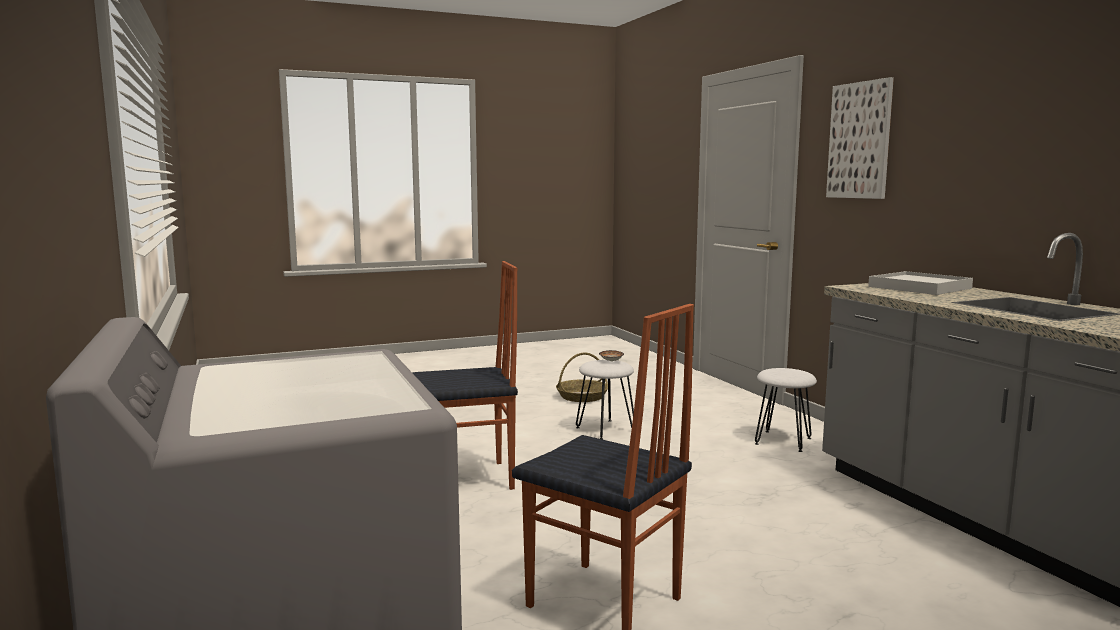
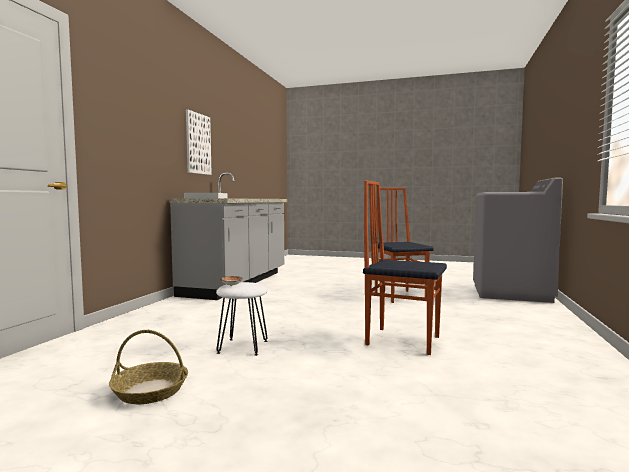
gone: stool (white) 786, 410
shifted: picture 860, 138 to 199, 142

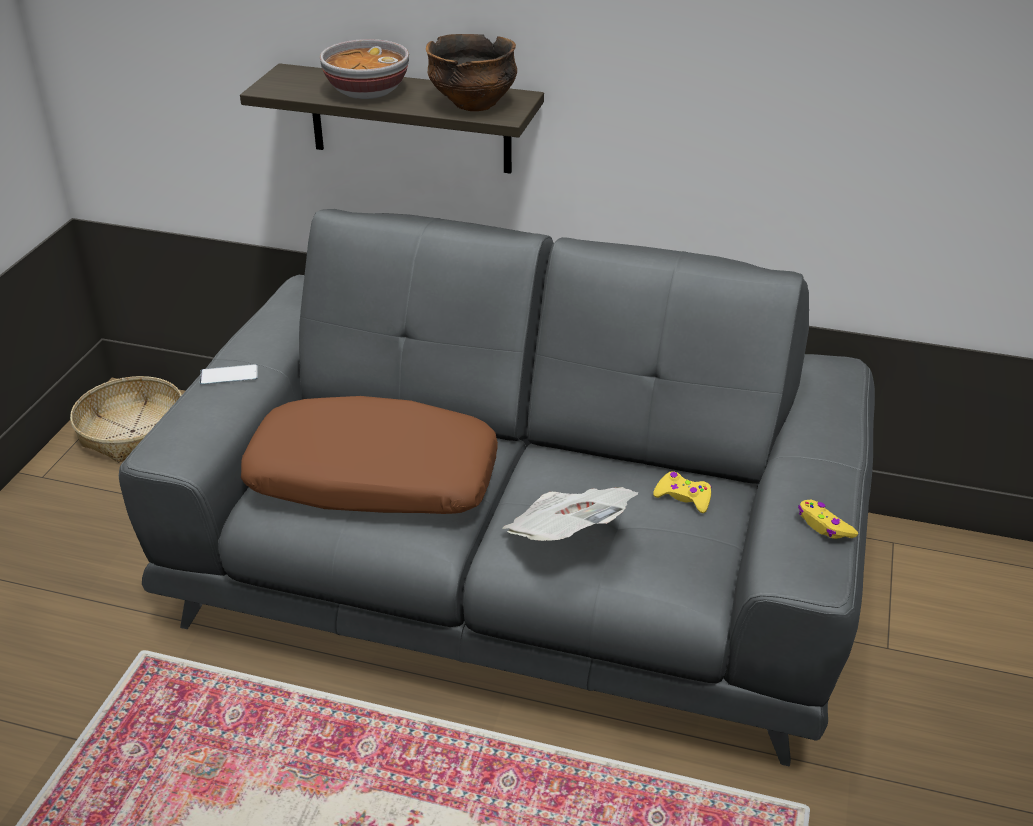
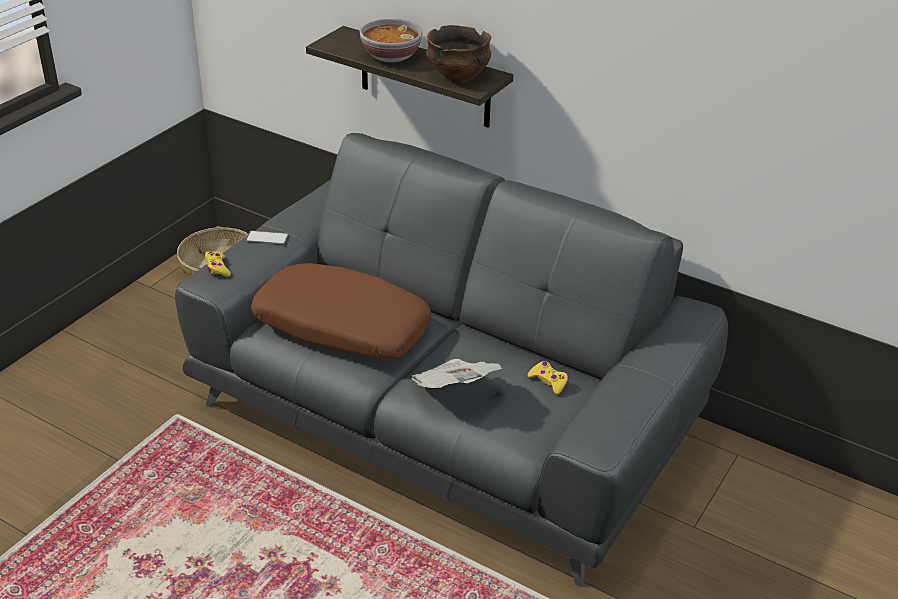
shifted: game controller (yellow) 828, 519 to 217, 264

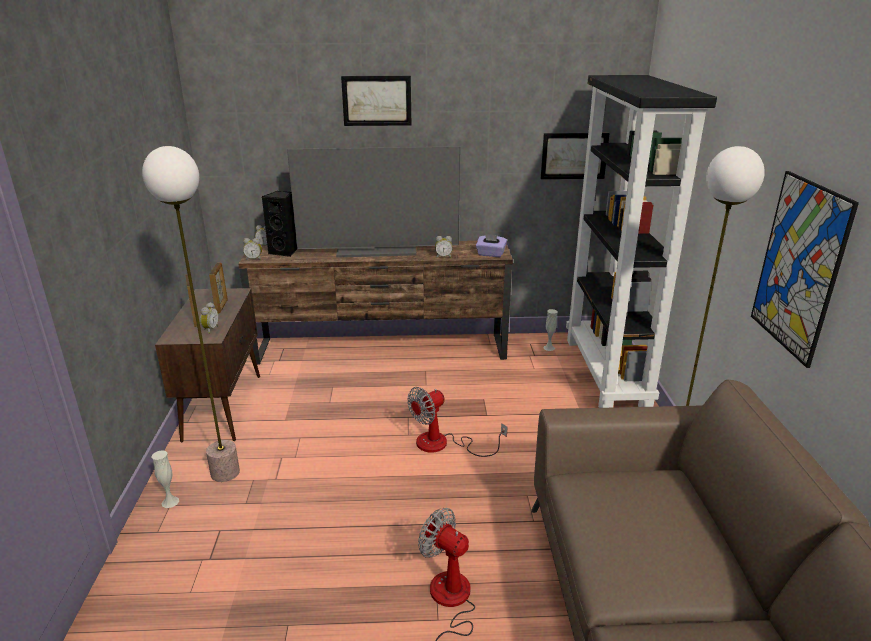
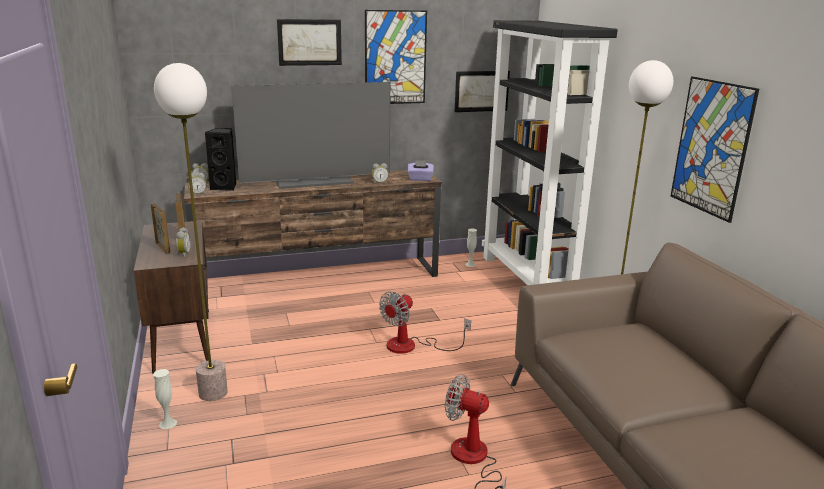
new: picture 396, 57

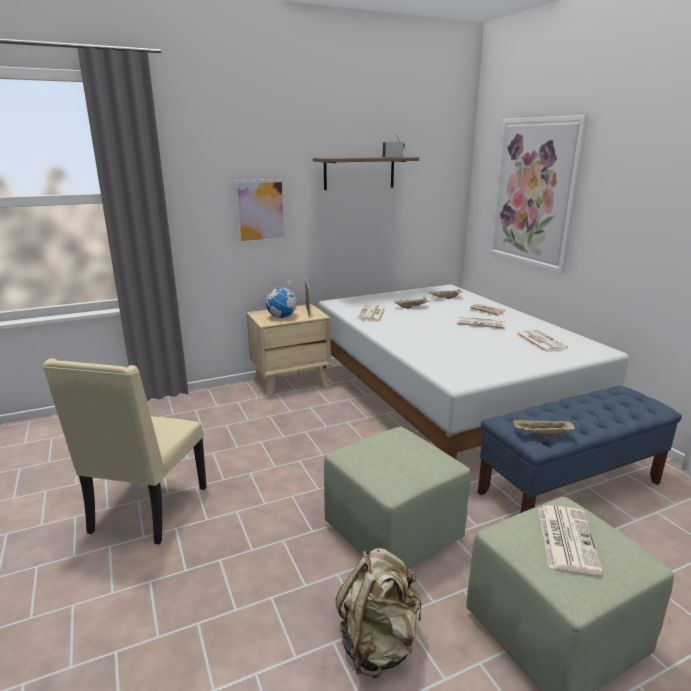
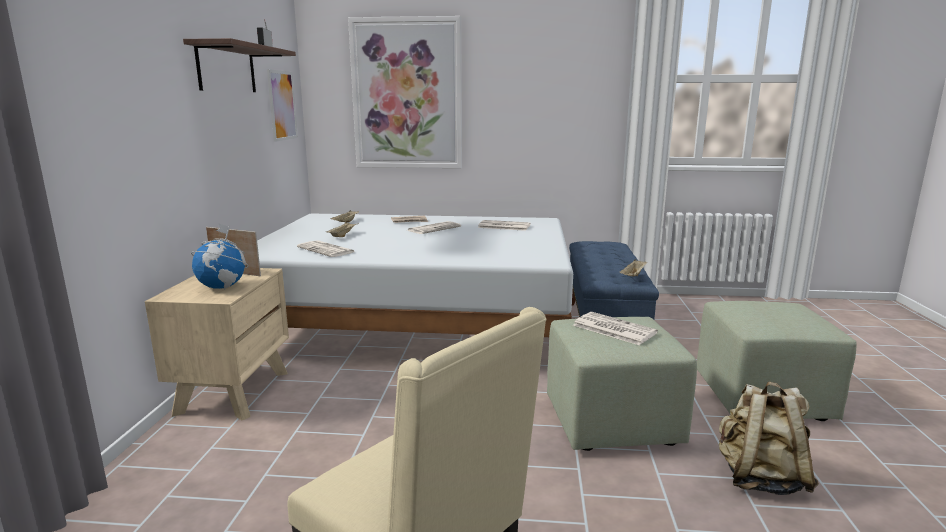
shifted: picture 260, 211 to 282, 105; newspaper 570, 540 to 615, 328

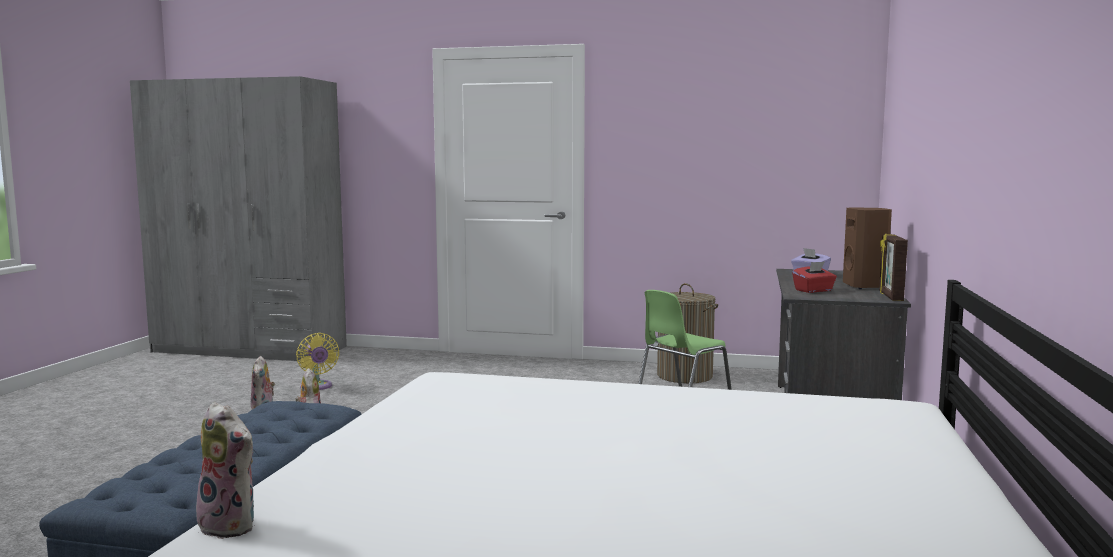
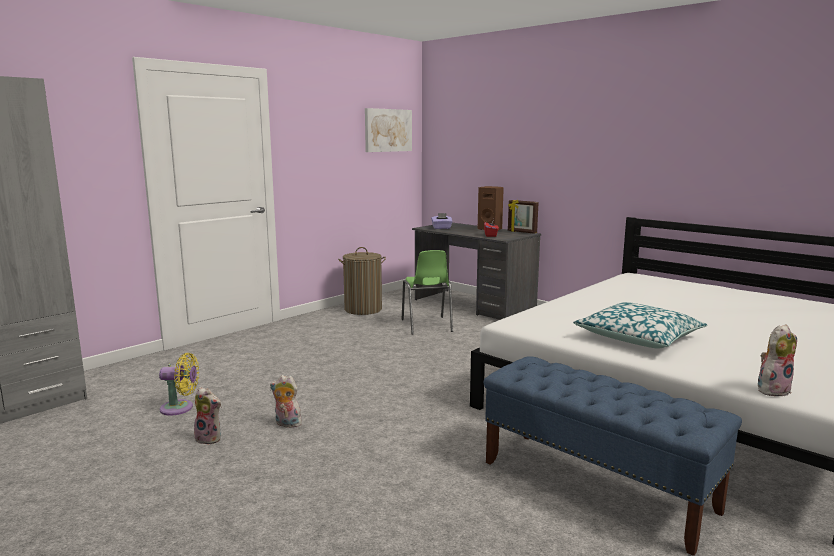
new: picture 388, 130; pillow 640, 325

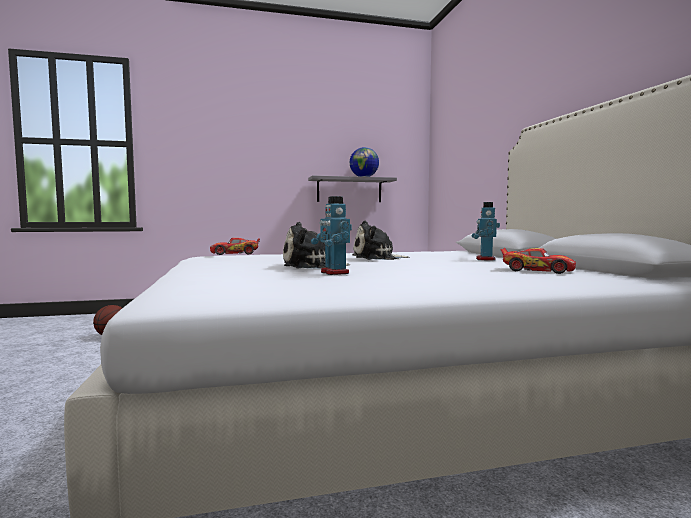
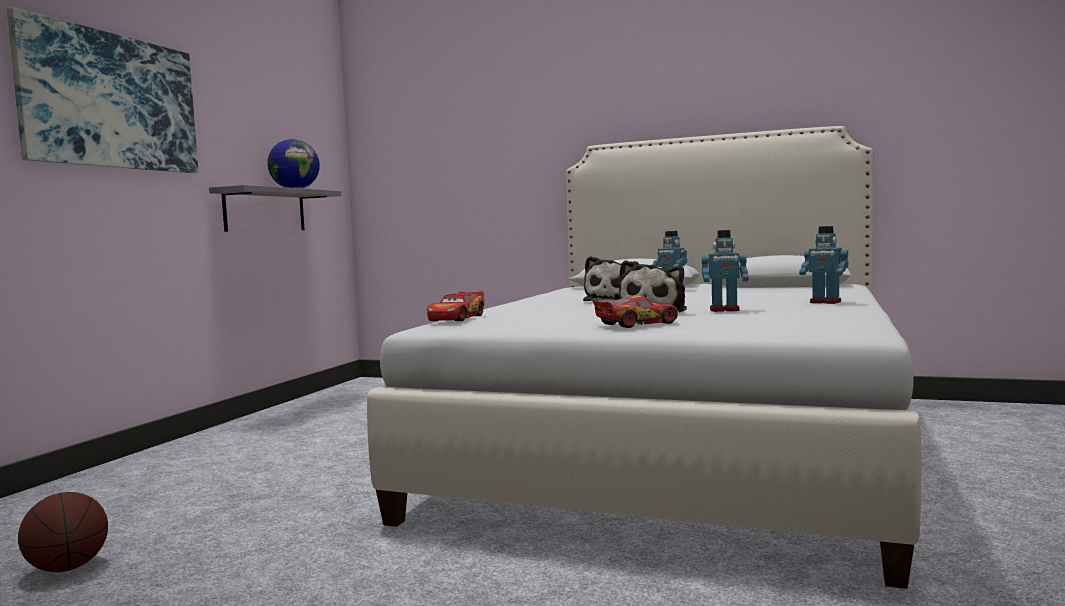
new: picture 102, 90; toy robot 823, 265
shifted: toy car 538, 261 to 635, 312

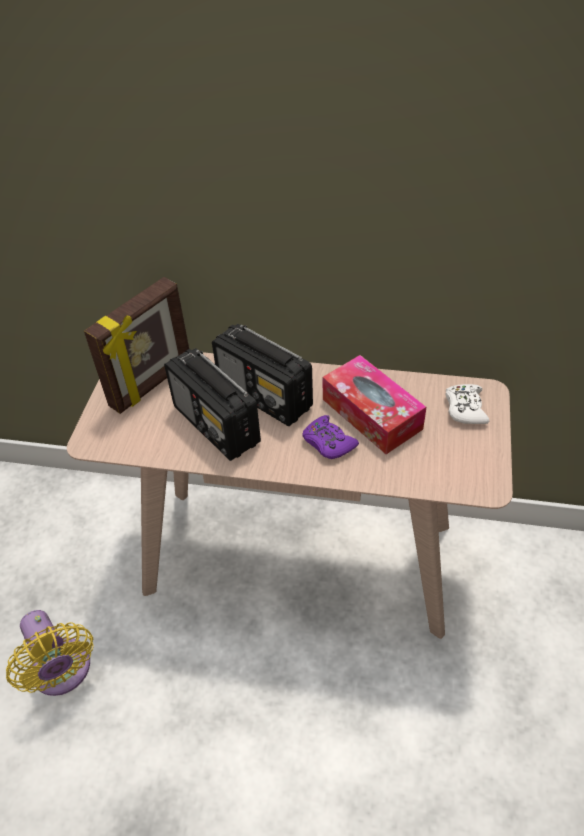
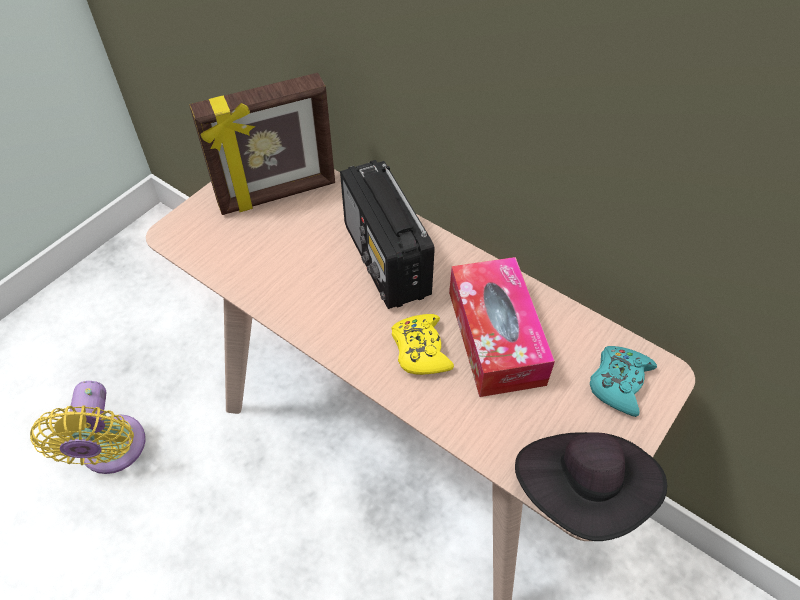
gone: radio 212, 404
new: hat (black) 591, 486
repainted: game controller (purple) 330, 437 to game controller (yellow) 422, 344; game controller (white) 467, 404 to game controller (turquoise) 623, 381

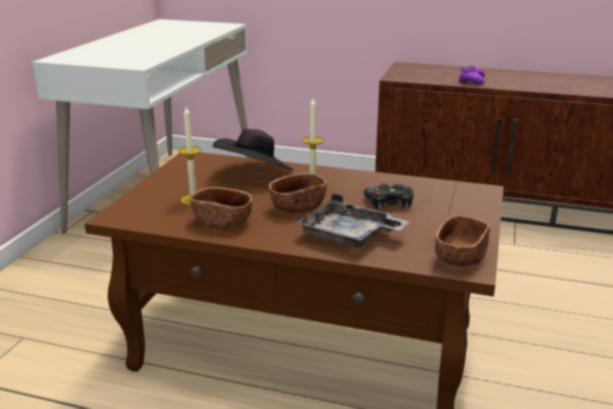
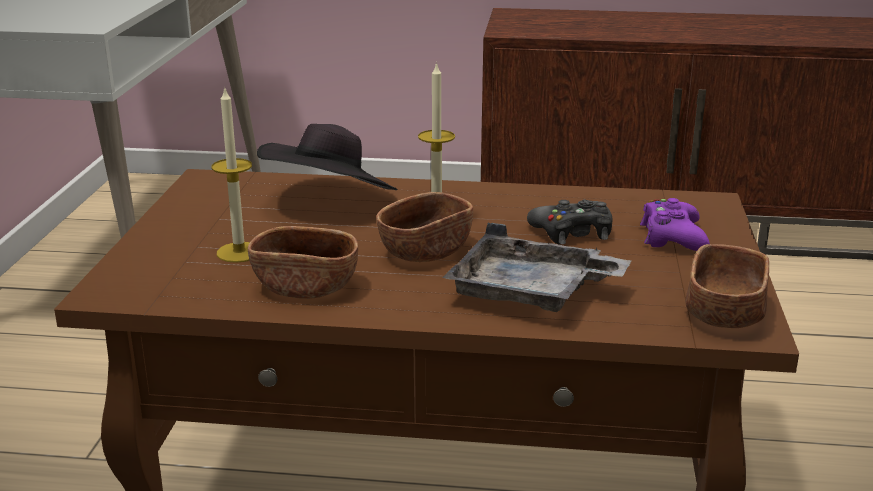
shifted: game controller (purple) 472, 75 to 675, 224

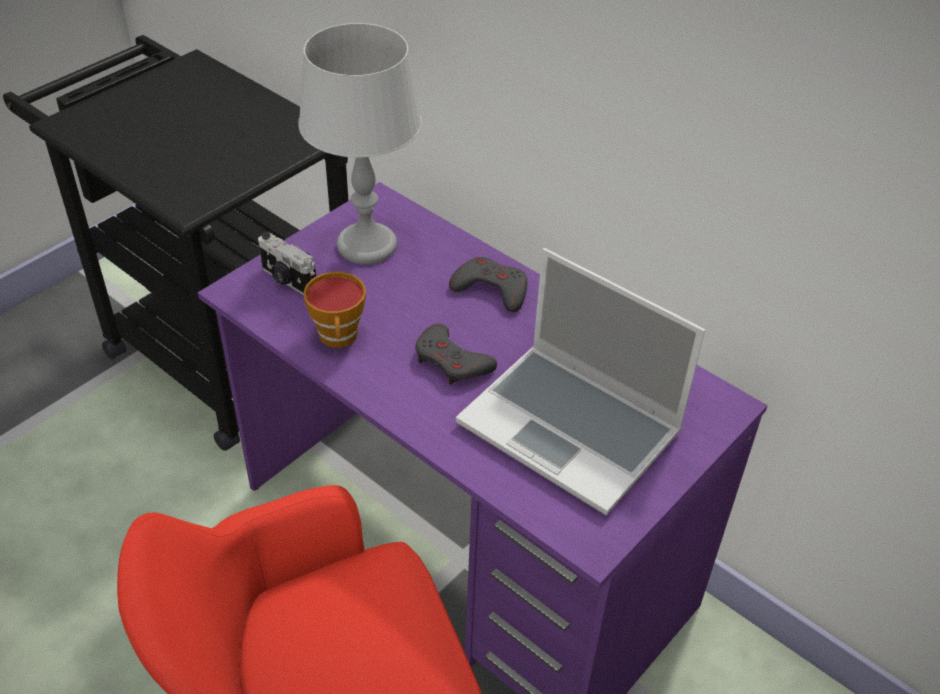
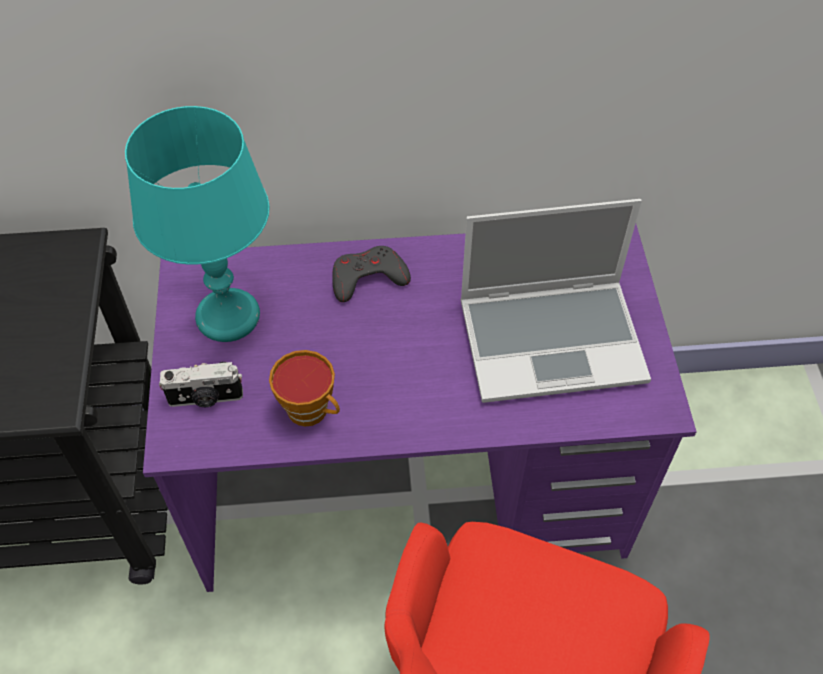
gone: game controller (grey) 456, 354
repainted: table lamp (grey) 360, 144 to table lamp (turquoise) 197, 224

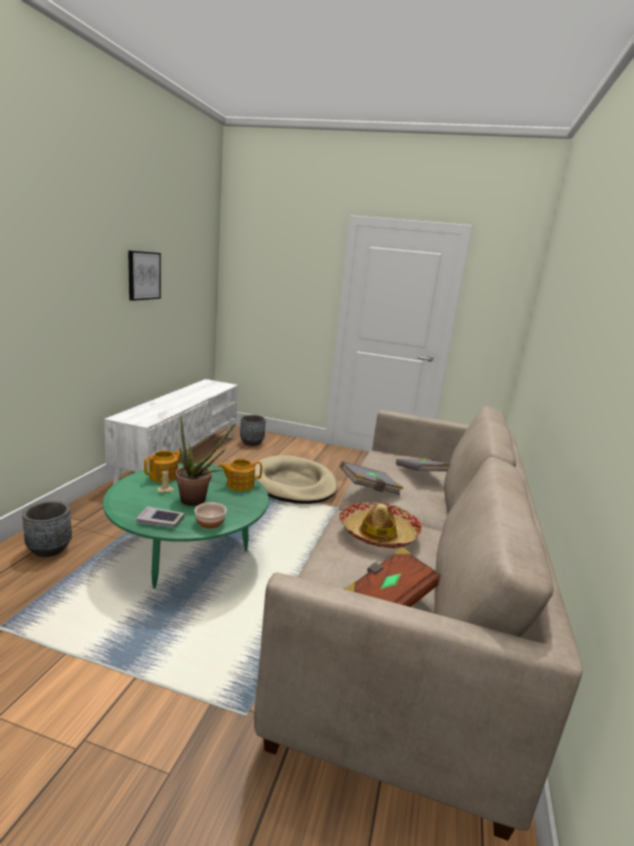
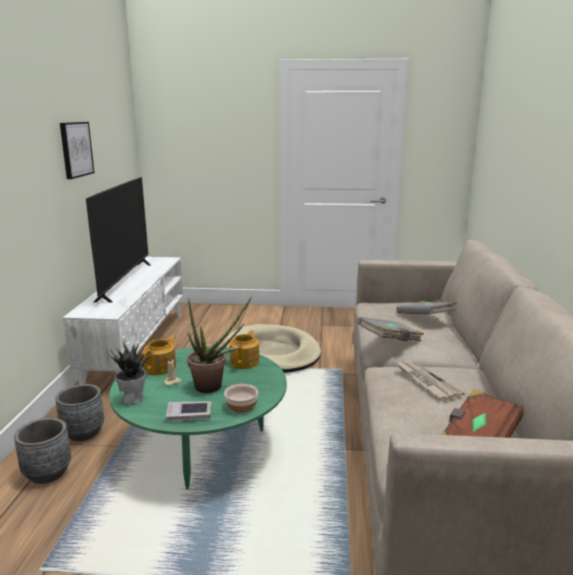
new: television 118, 240; potted plant 132, 372
shifted: planter (grey) 253, 430 to 79, 413
swapped: hat 380, 525 to newspaper 431, 380
rotated: teapot 240, 475 = 244, 349 135 degrees clockwise

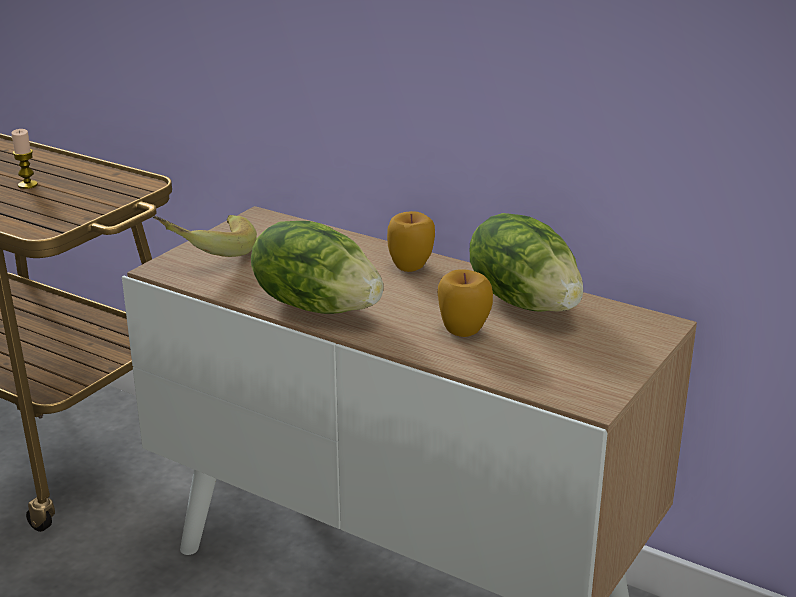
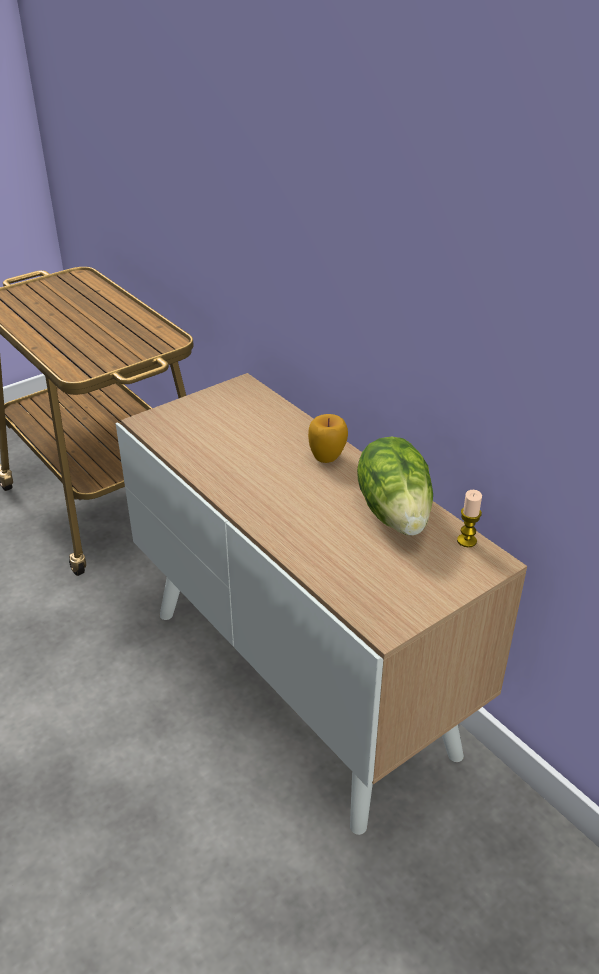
gone: banana 205, 236; lettuce 317, 267; apple 465, 303
shifted: candle 24, 159 to 469, 518

